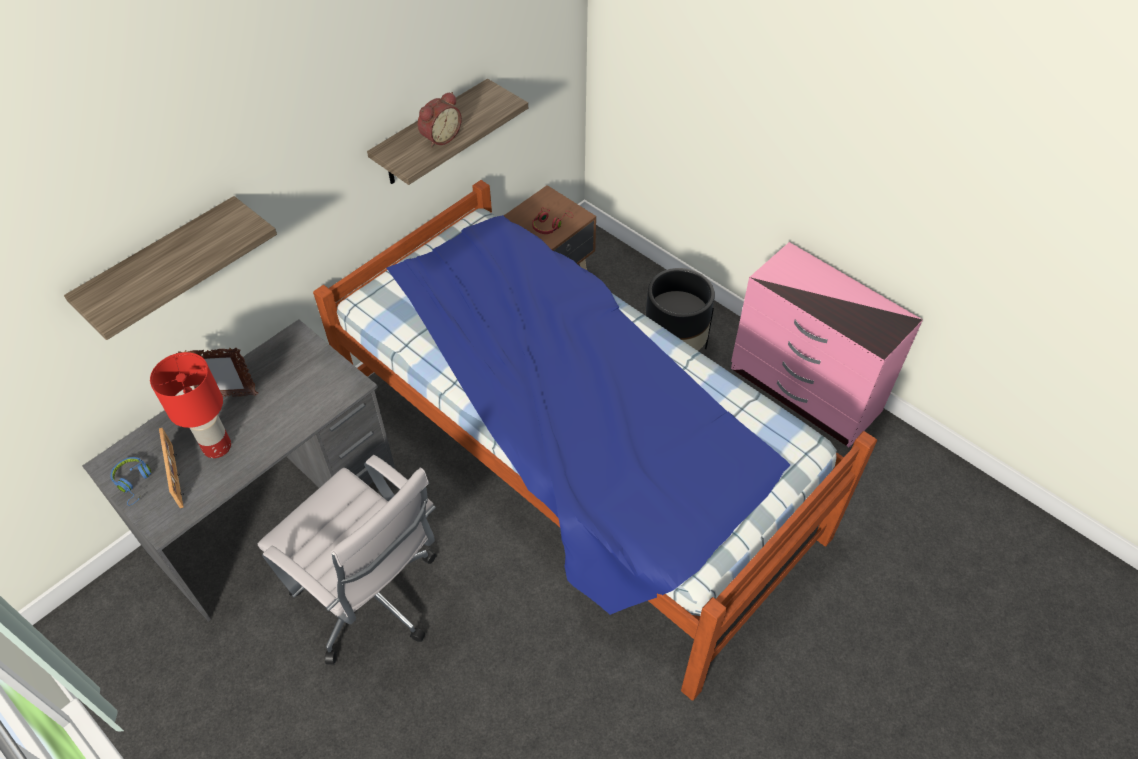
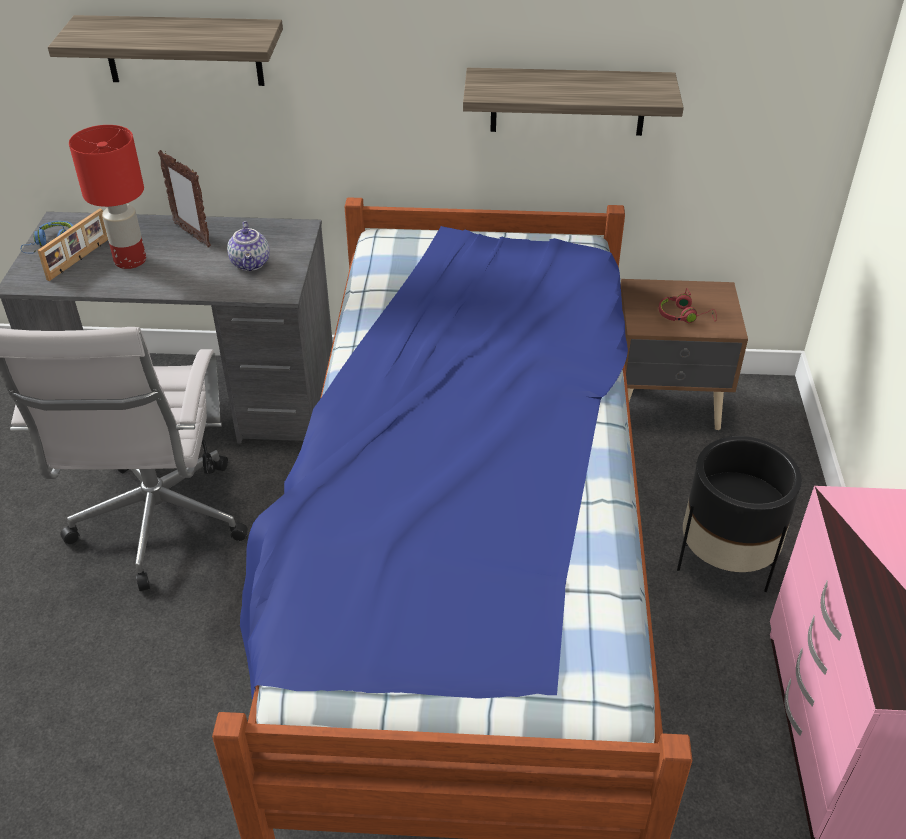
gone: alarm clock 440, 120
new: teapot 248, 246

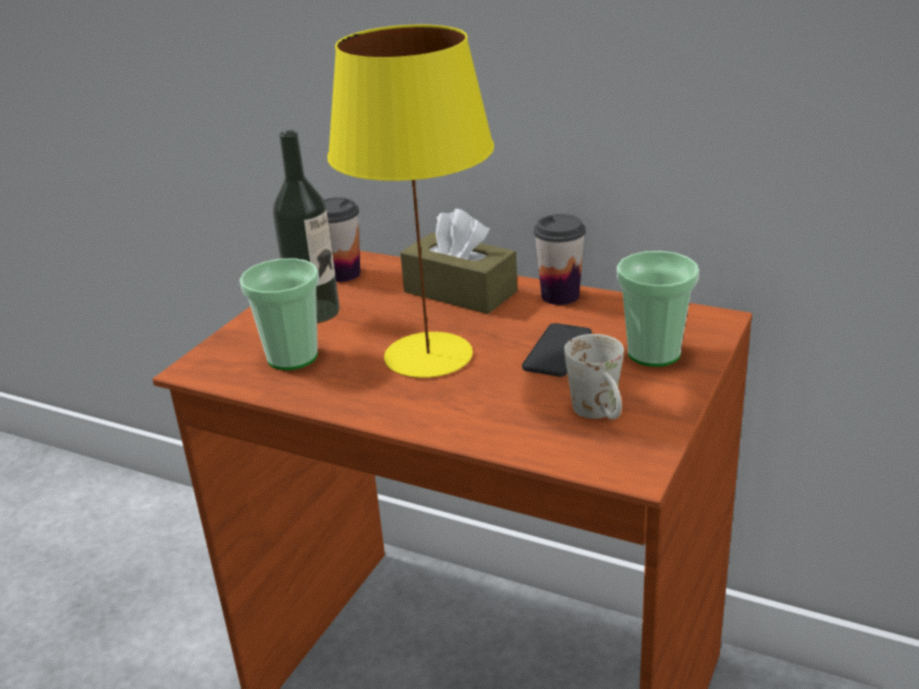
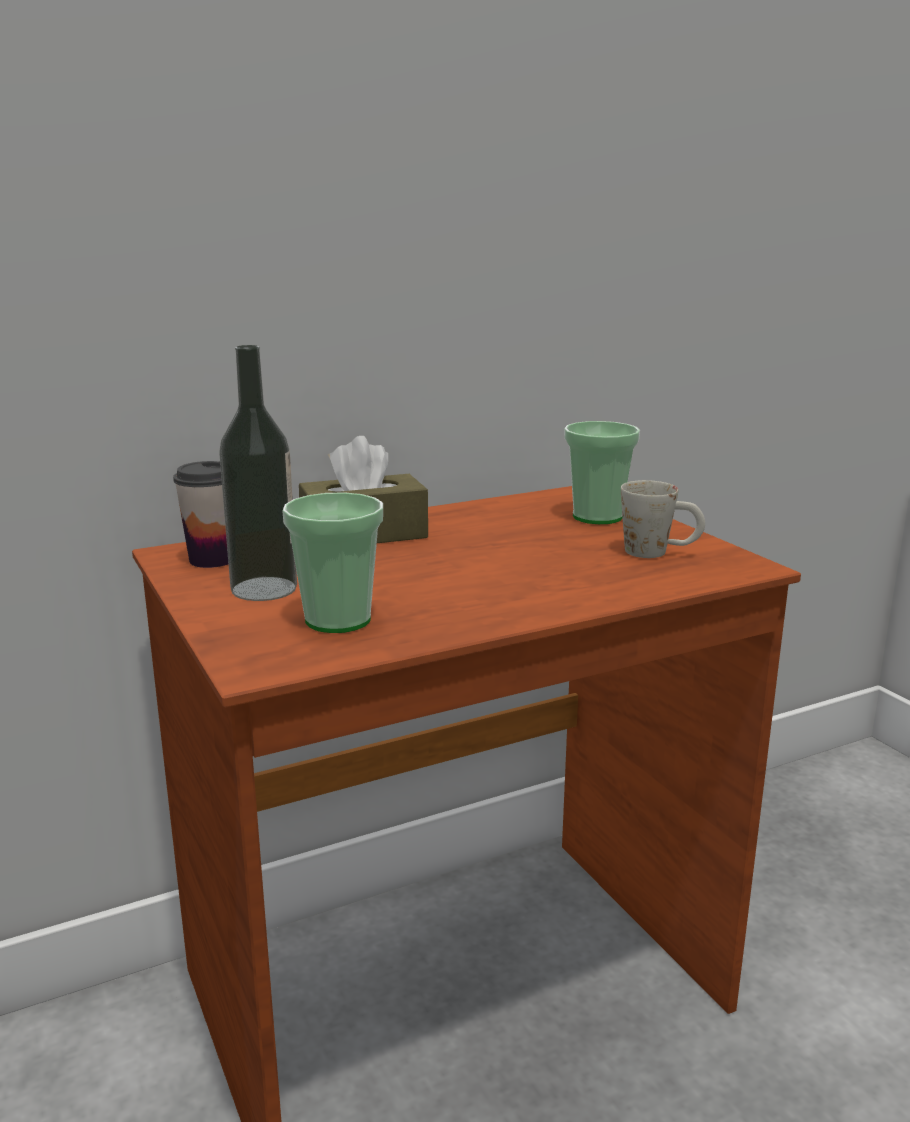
gone: table lamp (yellow) 410, 201; phone 557, 350; cup 560, 259

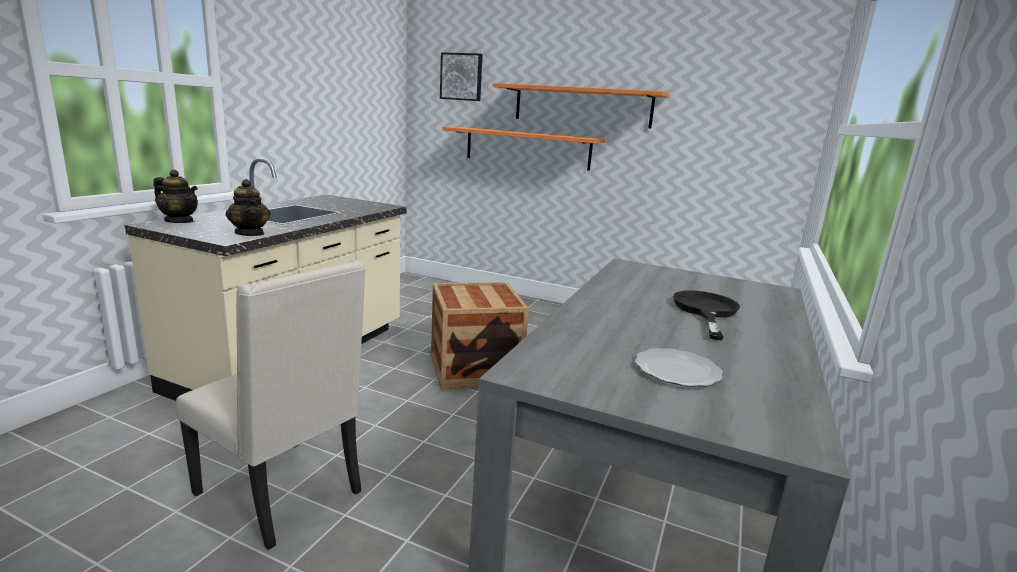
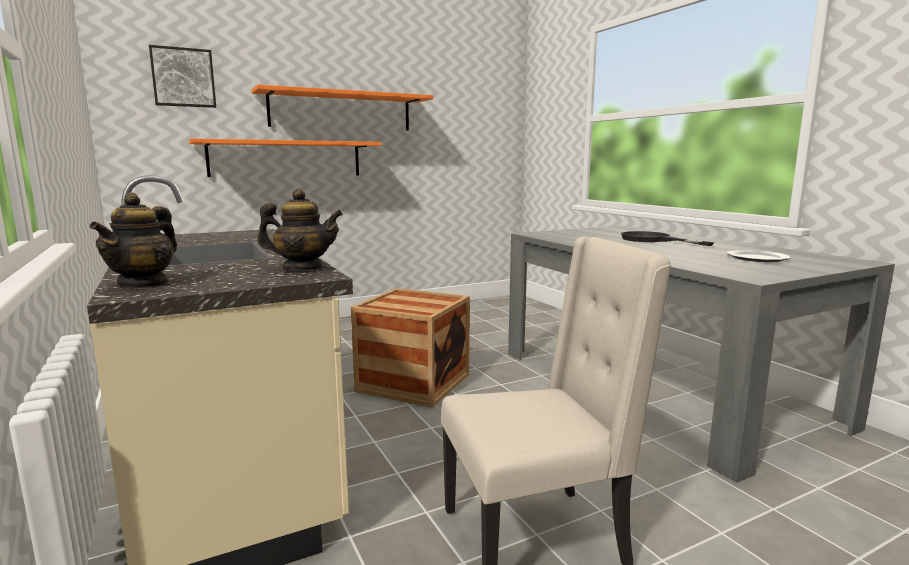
rotated: teapot 175, 196 = 133, 241 135 degrees clockwise

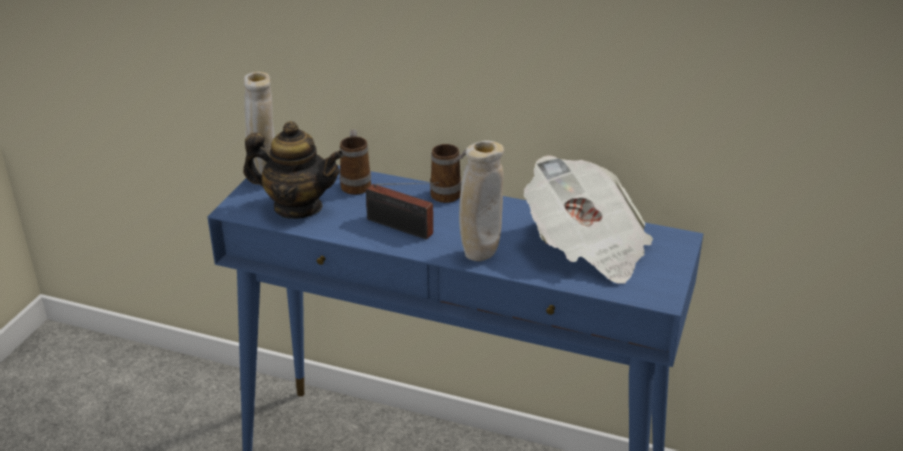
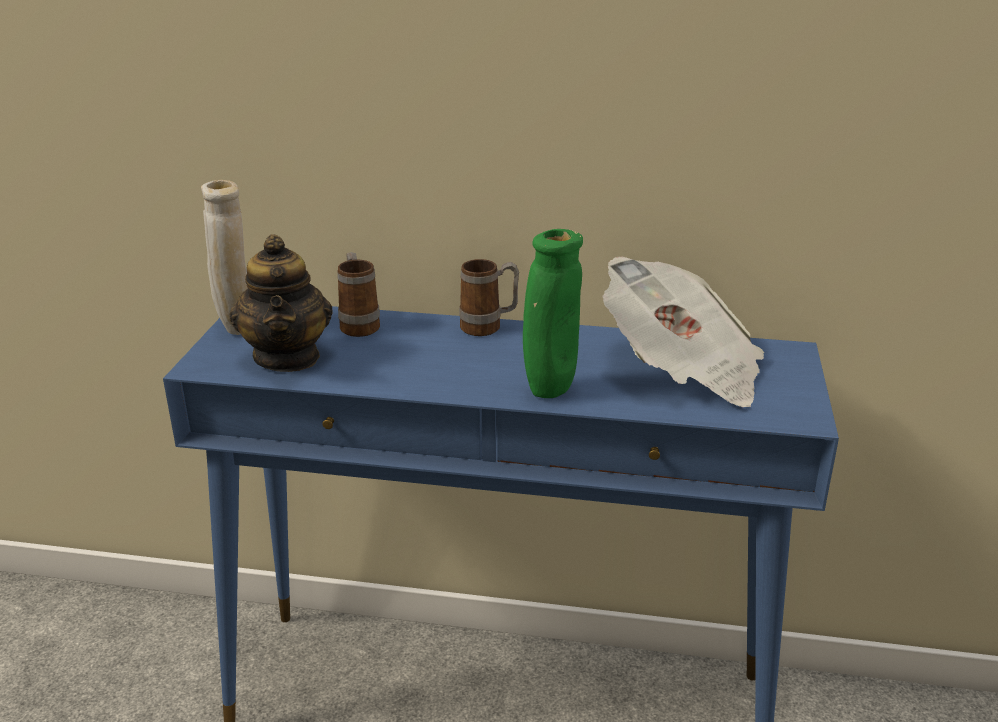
gone: radio 402, 210
repainted: vase (beige) 481, 200 to vase (green) 553, 313
rotated: teapot 293, 170 = 281, 303 75 degrees clockwise

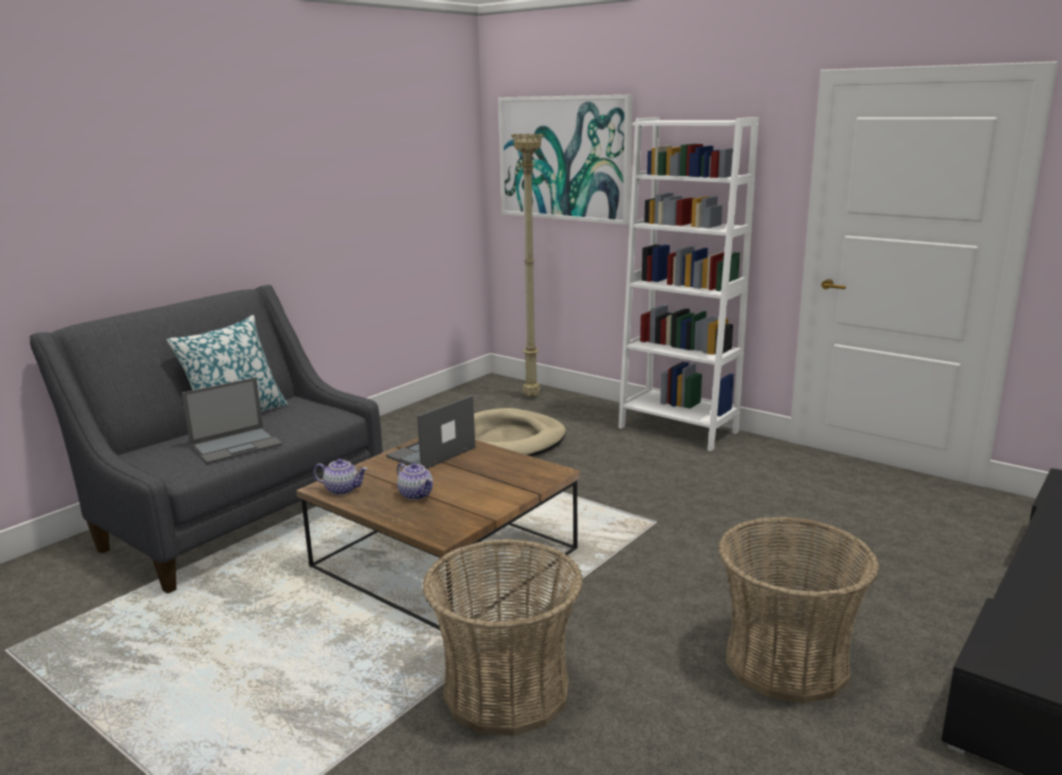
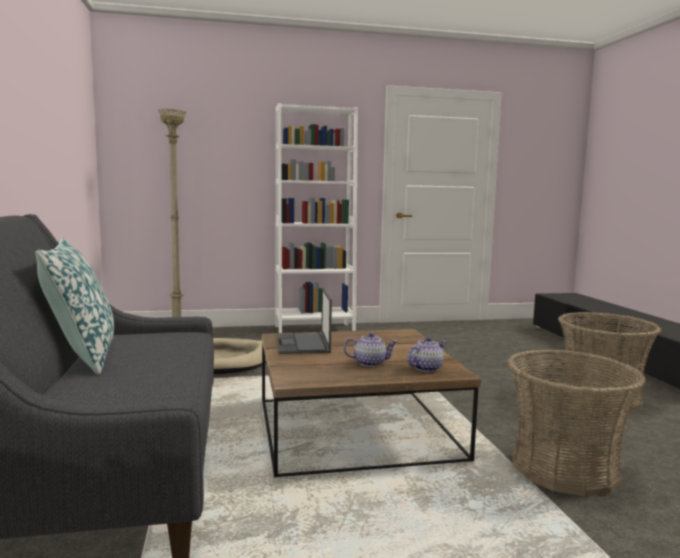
gone: laptop 232, 420; picture 565, 159
shifted: teapot 340, 476 to 426, 354

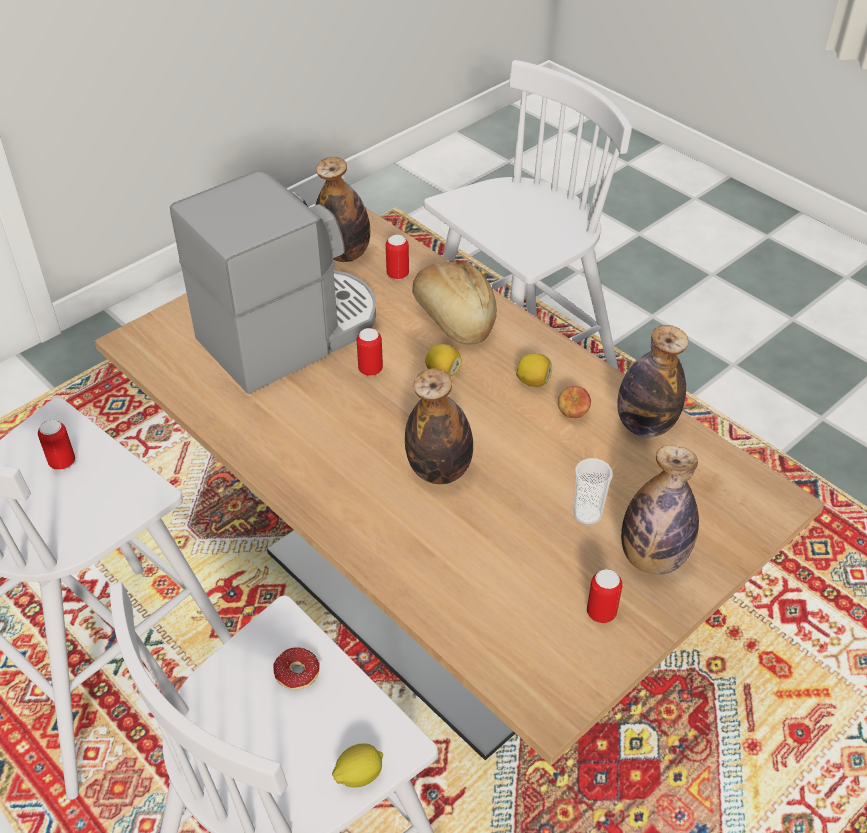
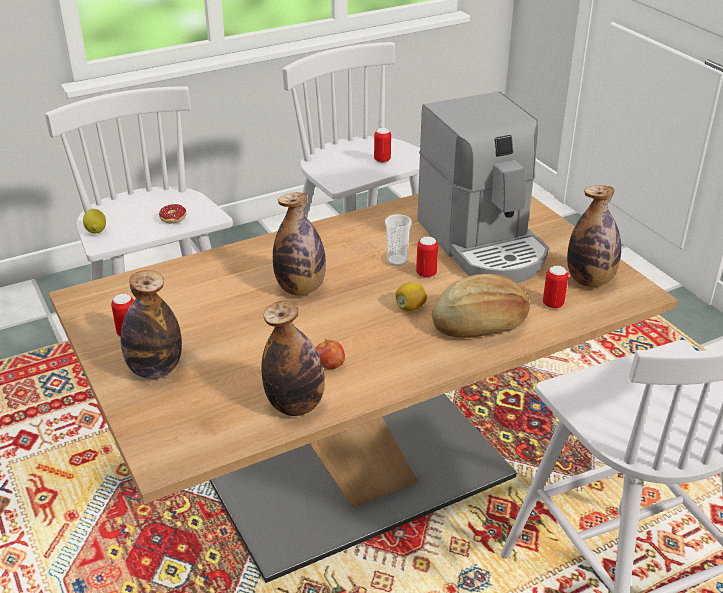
gone: lemon 534, 370
shifted: cup 593, 491 to 398, 240

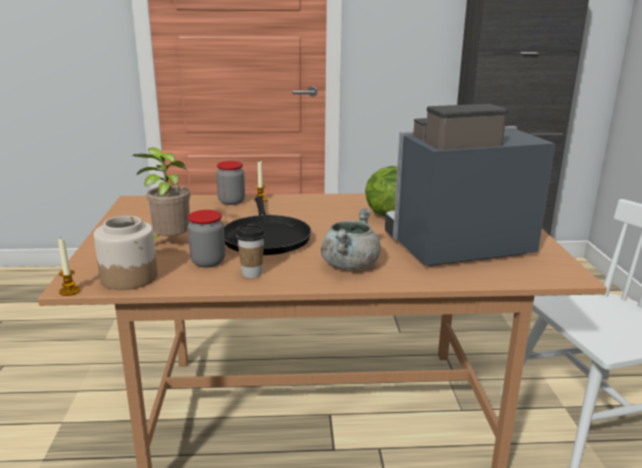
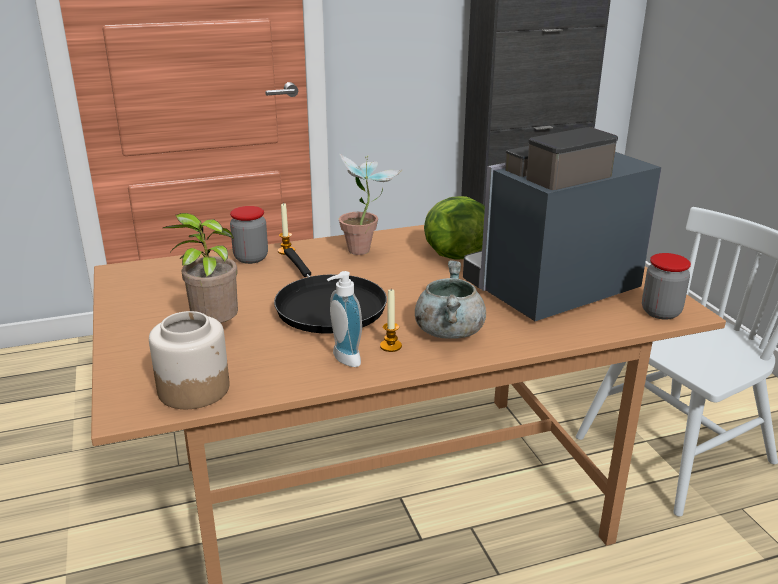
new: potted plant 370, 204
shifted: candle 69, 267 to 391, 320; jar 206, 239 to 666, 286
swapped: cup 250, 251 to soap dispenser 344, 319

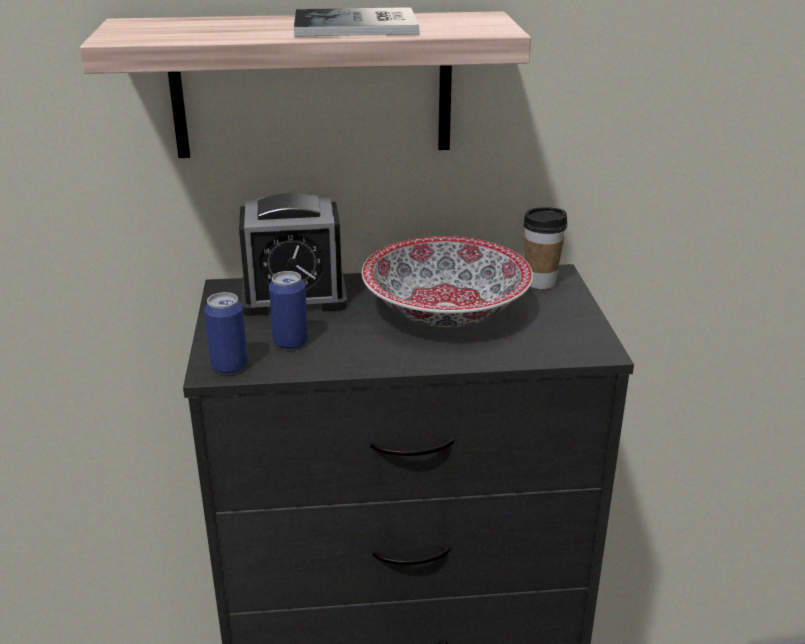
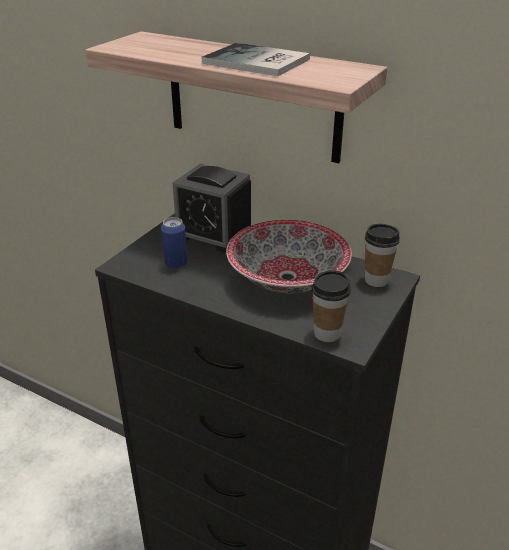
gone: can 226, 333
new: cup 331, 306

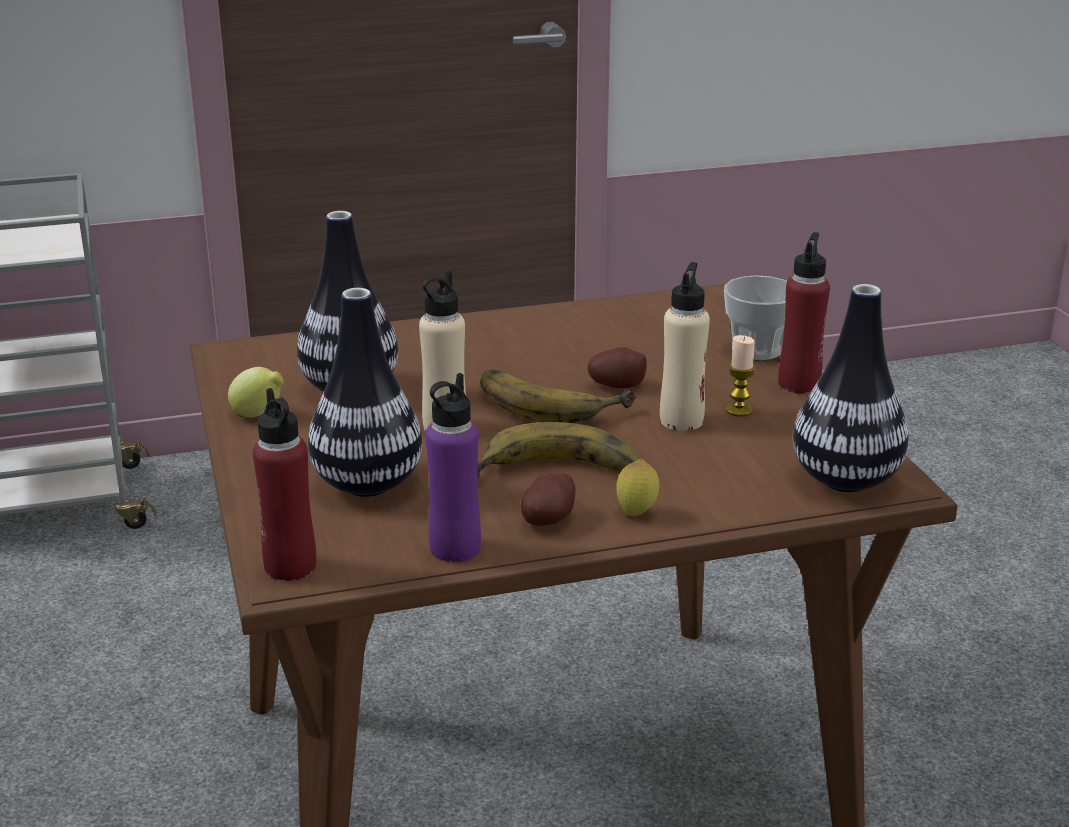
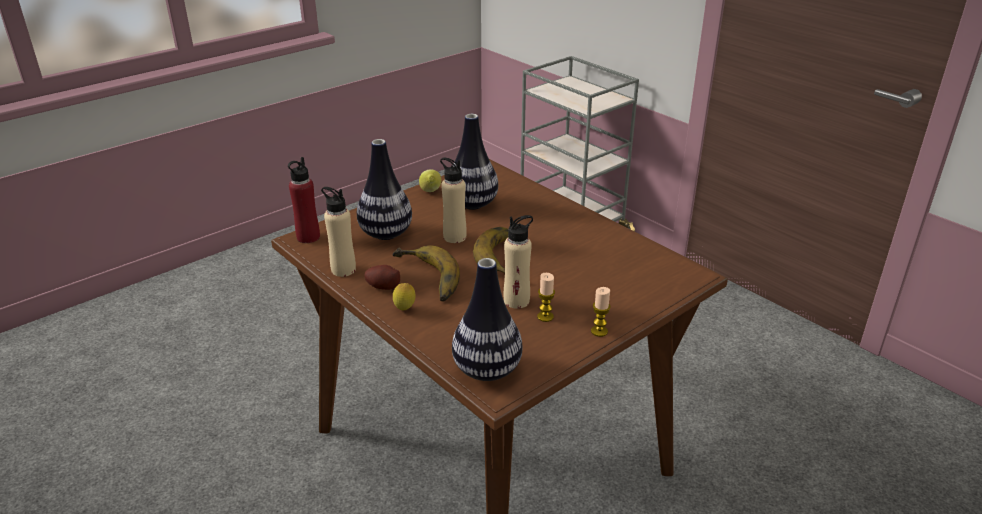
gone: potato 617, 367; cup 755, 317
swapped: bottle (red) 804, 313 to candle 600, 312
repainted: bottle (purple) 453, 467 to bottle (beige) 338, 232

